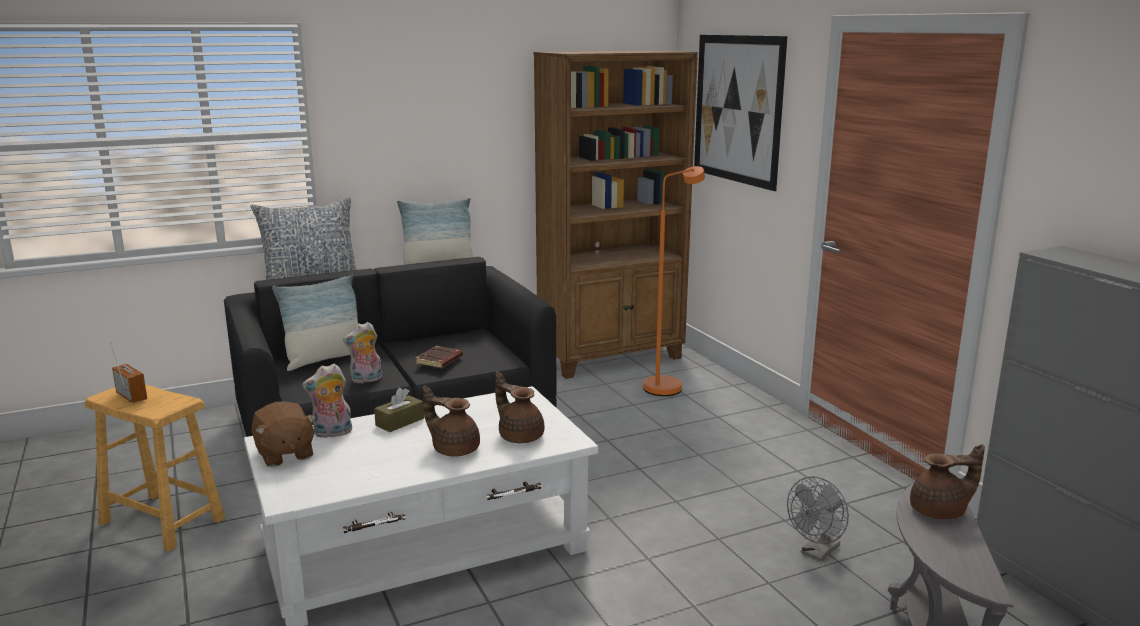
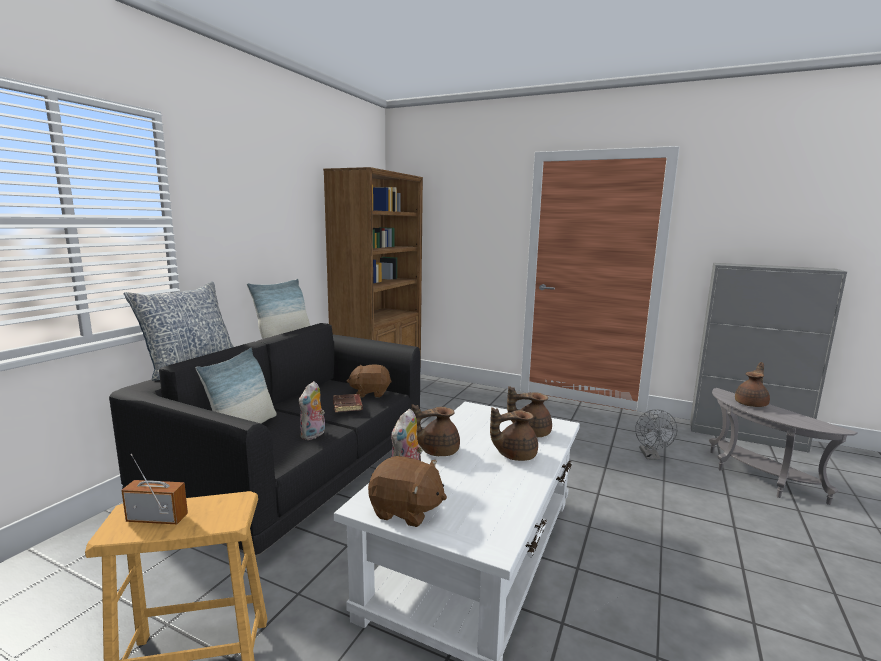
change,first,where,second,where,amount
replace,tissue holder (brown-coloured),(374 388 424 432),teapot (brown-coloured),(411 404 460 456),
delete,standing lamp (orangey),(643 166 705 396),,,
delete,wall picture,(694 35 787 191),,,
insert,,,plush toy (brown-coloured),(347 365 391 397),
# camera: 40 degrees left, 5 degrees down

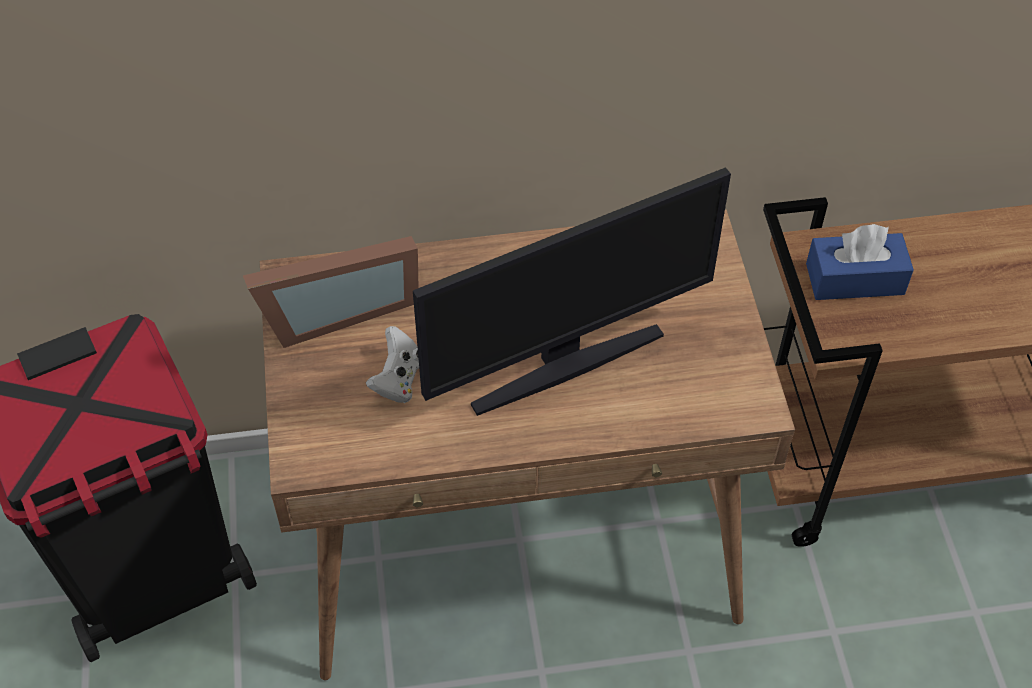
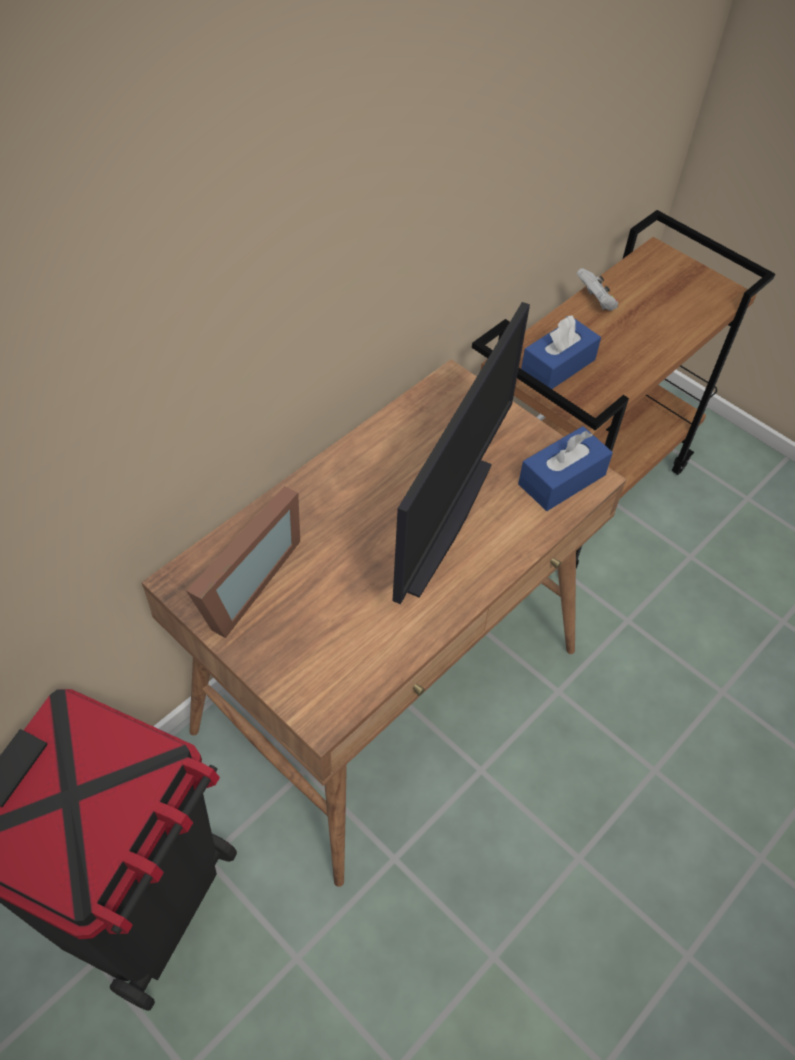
change,first,where,second,where,amount
move,game controller (whitish),(366 326 419 403),,(577 268 618 311),
insert,,,tissue holder (blue-coloured),(518 426 613 511),
# camera: 40 degrees left, 0 degrees up

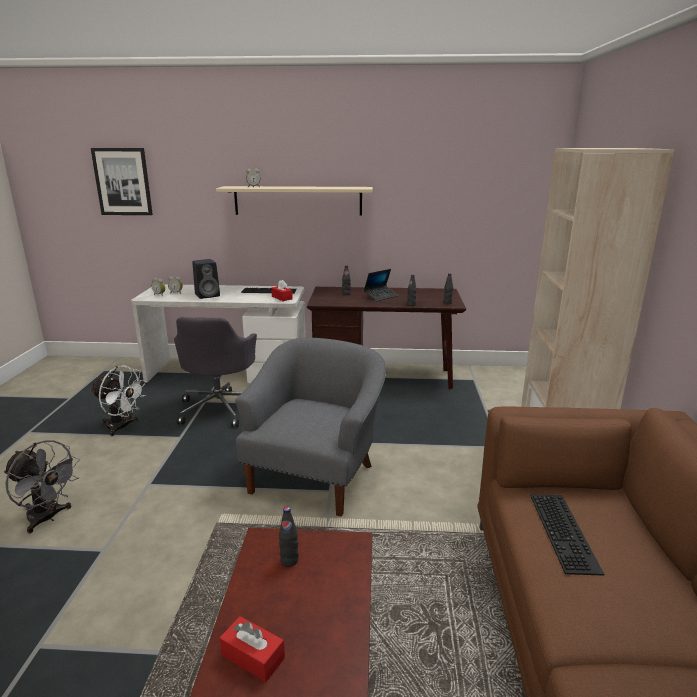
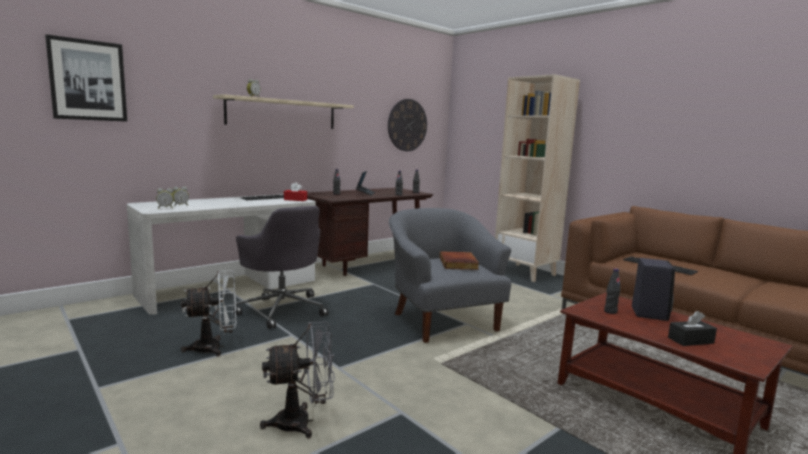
change,first,where,second,where,amount
move,audio speaker (black),(192 259 220 299),,(632 258 675 321),
recolor,tissue holder (red),(220 616 285 682),tissue holder (black),(668 311 717 346),
insert,,,hanging clock,(388 99 427 151),
insert,,,bound book,(440 251 479 270),
# camera: 45 degrees left, 10 degrees down

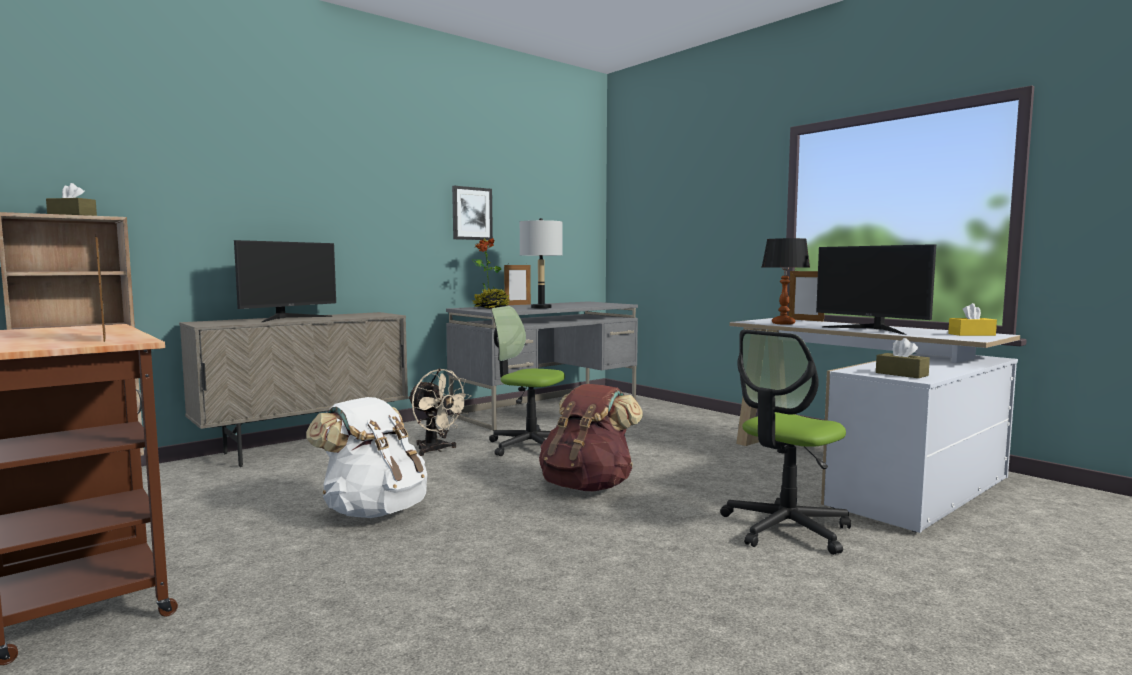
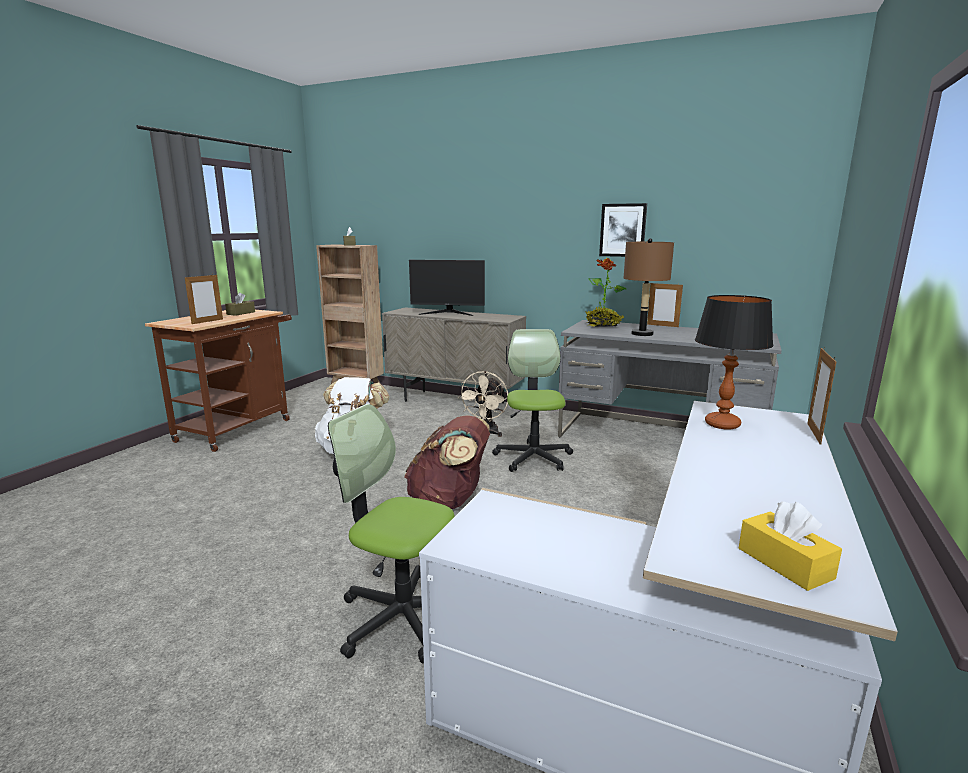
change,first,where,second,where,amount
recolor,tabletop lamp (grey),(520 218 562 309),tabletop lamp (brown-coloured),(624 238 674 336),
delete,computer screen,(816 244 936 335),,,
move,tissue holder (brown-coloured),(876 338 930 378),,(225 292 255 316),
# camera: 65 degrees right, 10 degrees up

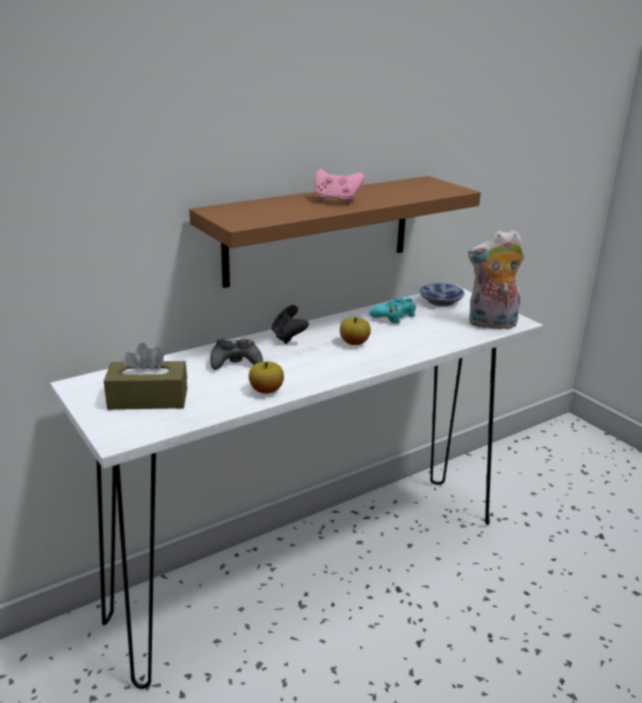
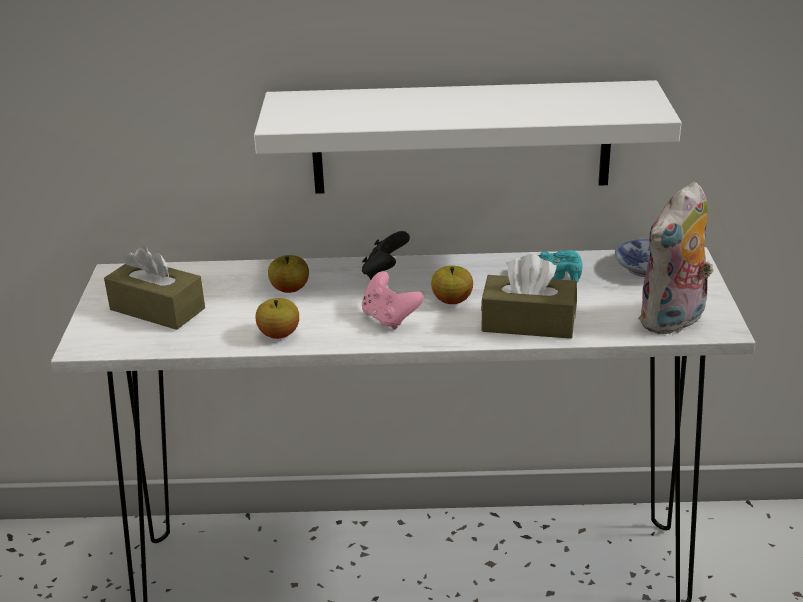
change,first,where,second,where,amount
recolor,wall shelf (brown-coloured),(189 176 481 288),wall shelf (whitish),(254 80 682 194),
replace,game controller (black),(210 338 263 370),apple,(268 255 309 293),
move,game controller (pinkish),(315 169 365 204),,(362 271 424 330),
rotate,plush toy,(468 230 525 329),,(638 181 719 335),75 degrees counterclockwise
insert,,,tissue holder (brown-coloured),(481 254 577 339),
# camera: 35 degrees right, 5 degrees up

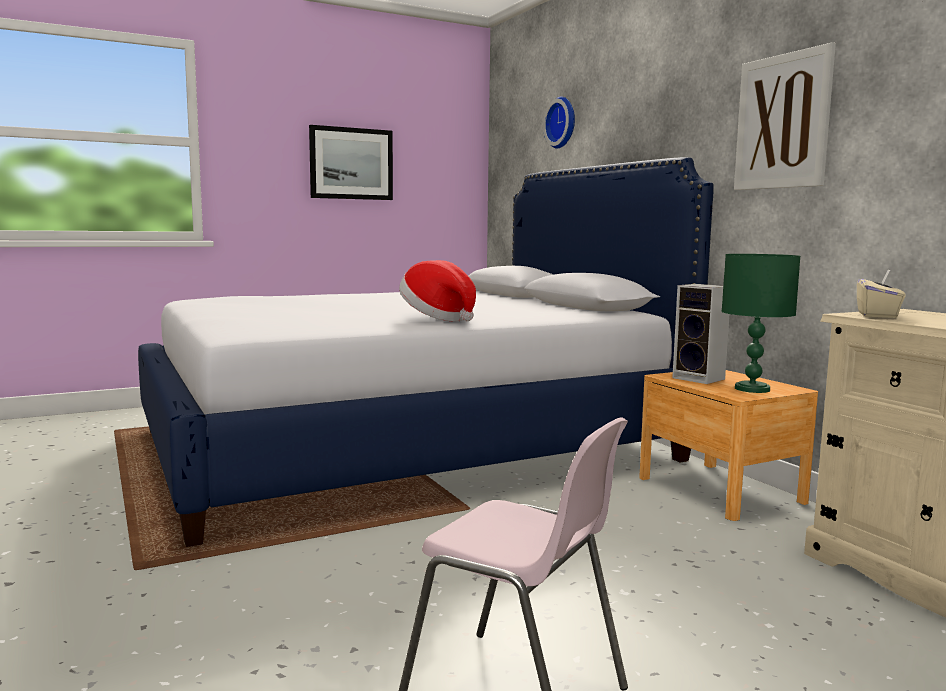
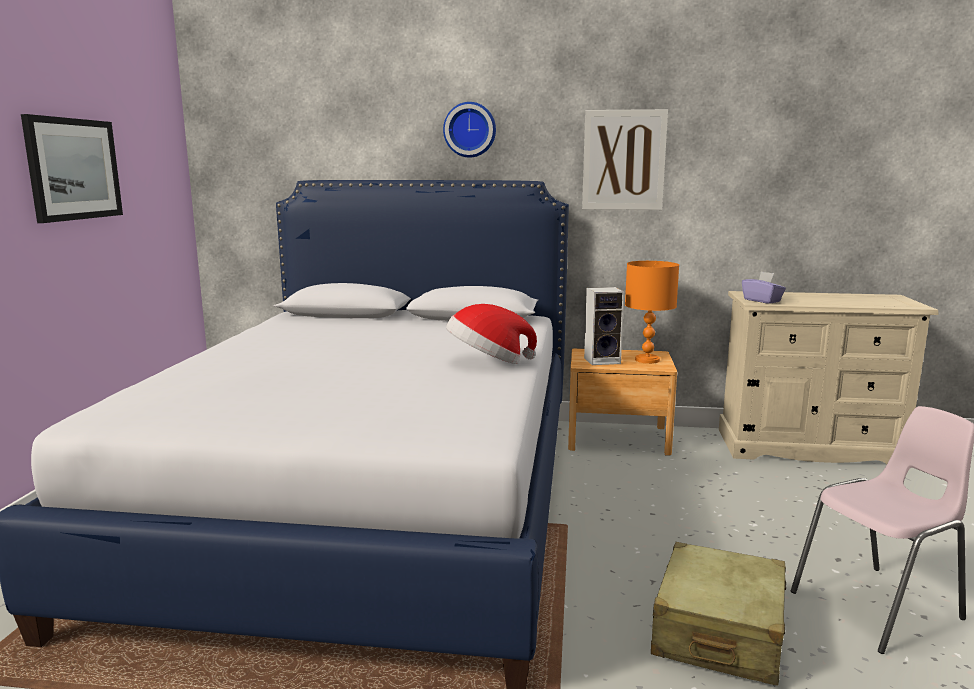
change,first,where,second,where,amount
move,hanging clock,(543 97 575 148),,(443 102 496 158),
recolor,tabletop lamp (greenish),(721 254 800 393),tabletop lamp (orangey),(625 261 679 364),
recolor,tissue holder (beige-coloured),(857 270 906 318),tissue holder (purplish),(742 271 786 304),
insert,,,suitcase (beige-coloured),(651 542 786 686),
# camera: 55 degrees left, 5 degrees up

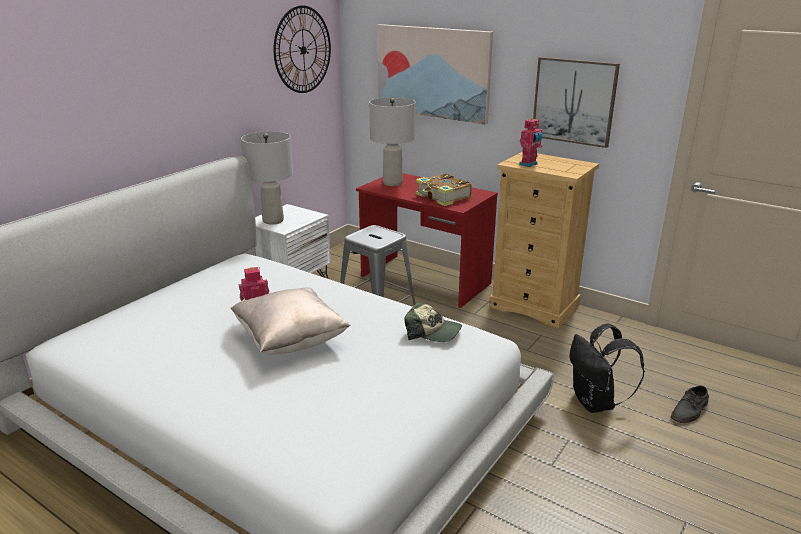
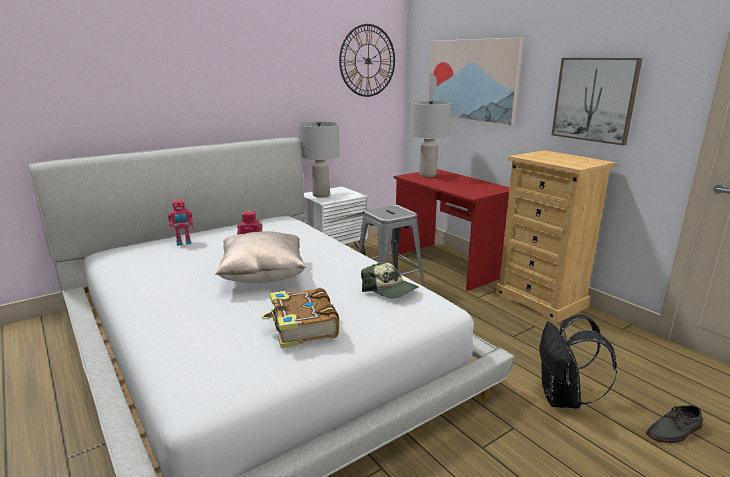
change,first,where,second,where,amount
move,bound book,(416 173 472 206),,(262 287 339 348),
move,robot figure,(519 117 543 167),,(168 199 193 246),
# camera: 20 degrees right, 5 degrees down

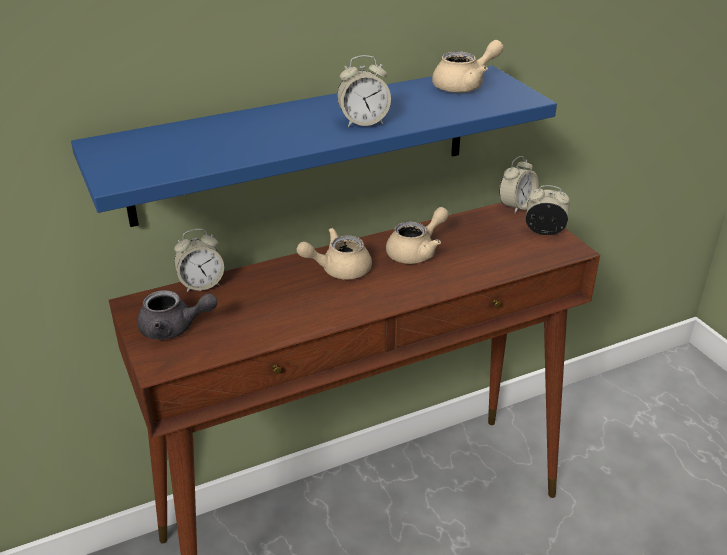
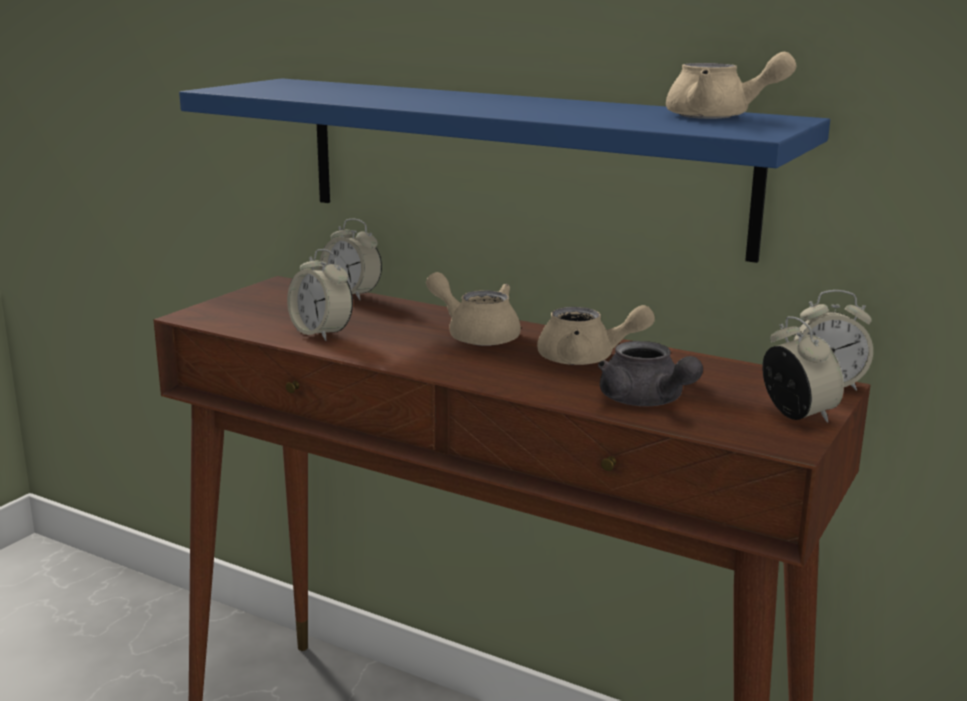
change,first,where,second,where,amount
move,teapot (grey),(137 290 217 340),,(598 341 703 406),
move,alarm clock,(337 55 391 127),,(287 249 353 341),
# camera: 55 degrees right, 15 degrees down

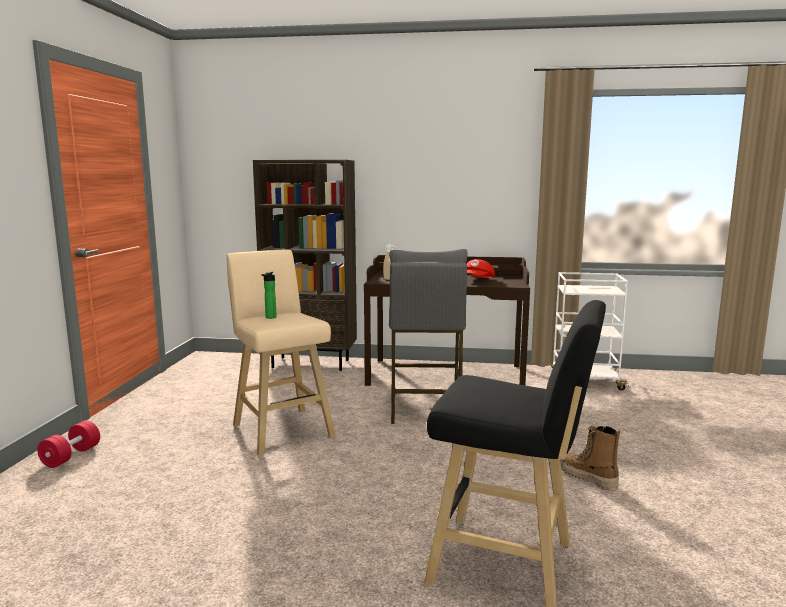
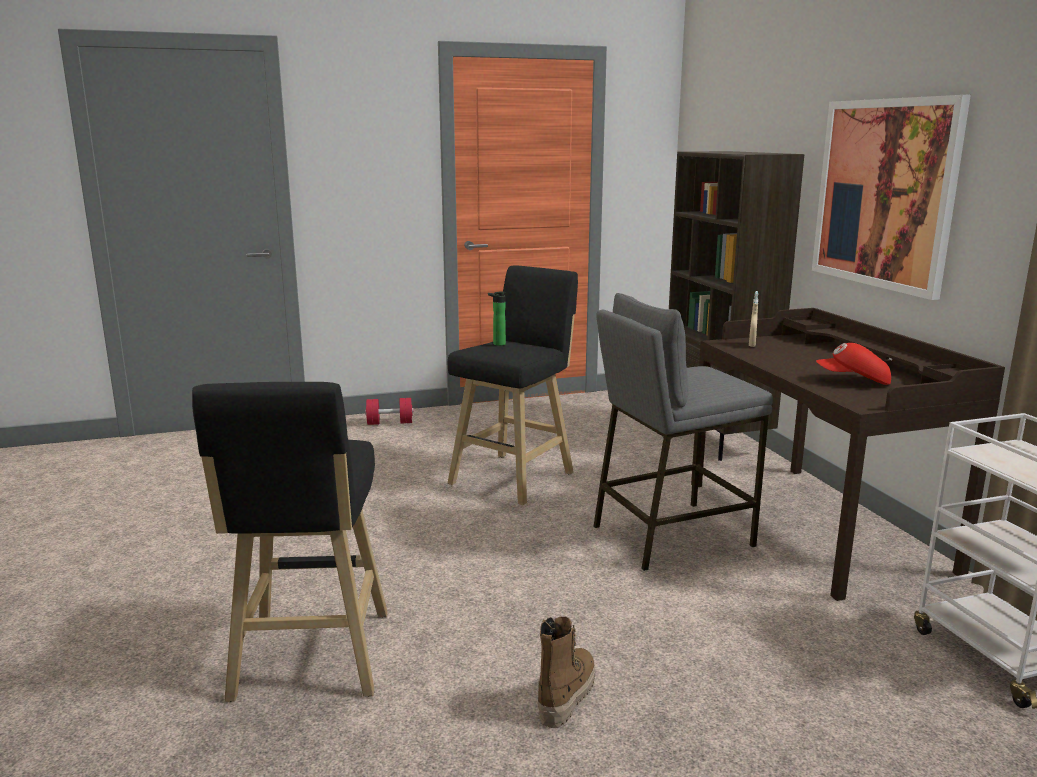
change,first,where,second,where,amount
recolor,stool seat (beige-coloured),(227 249 336 456),stool seat (black),(448 266 578 505),
insert,,,wall picture,(812 95 971 300),
# camera: 65 degrees right, 5 degrees up

